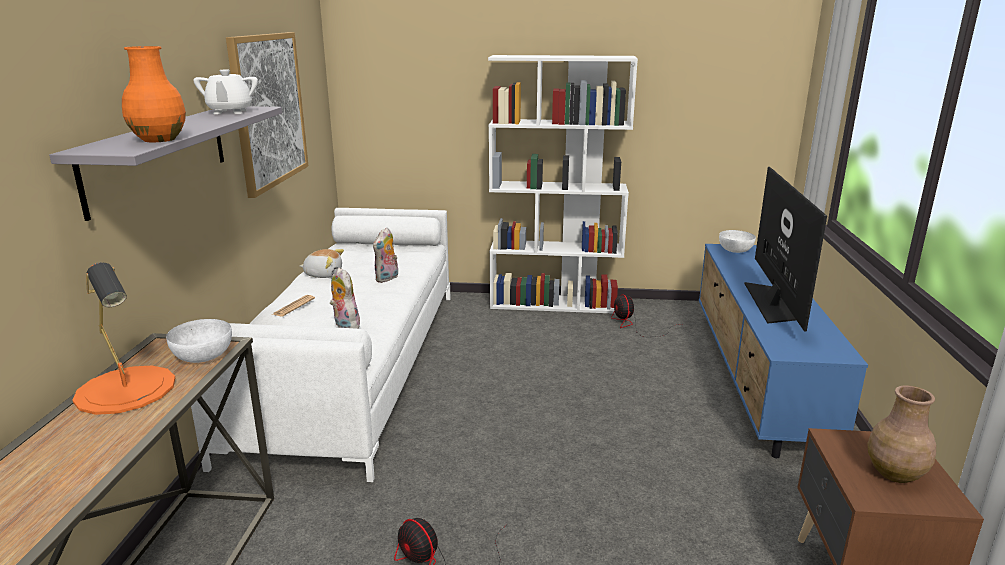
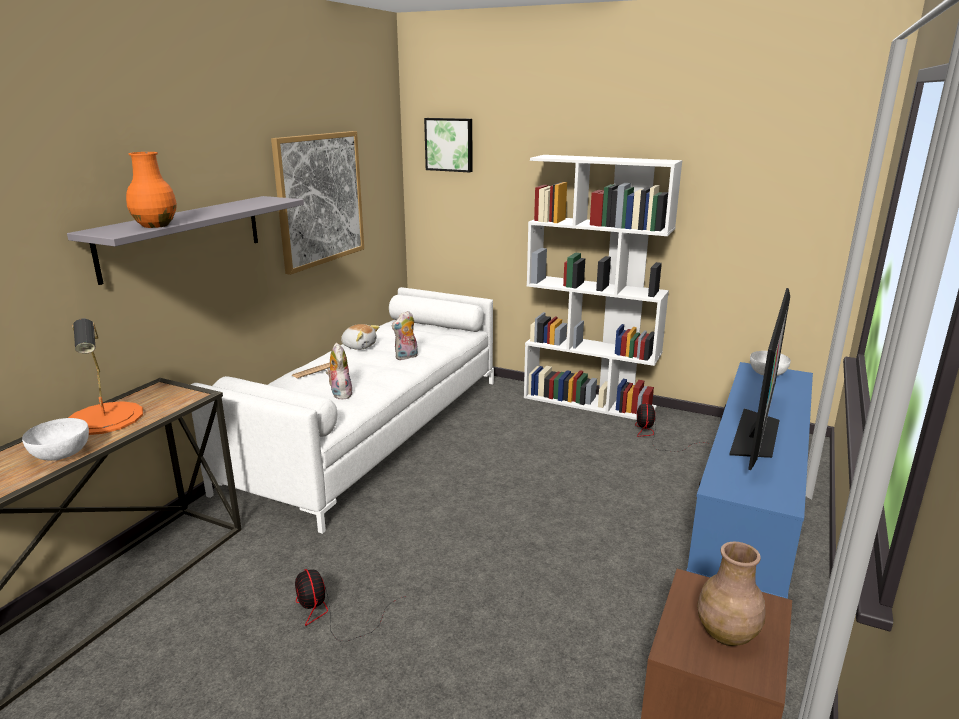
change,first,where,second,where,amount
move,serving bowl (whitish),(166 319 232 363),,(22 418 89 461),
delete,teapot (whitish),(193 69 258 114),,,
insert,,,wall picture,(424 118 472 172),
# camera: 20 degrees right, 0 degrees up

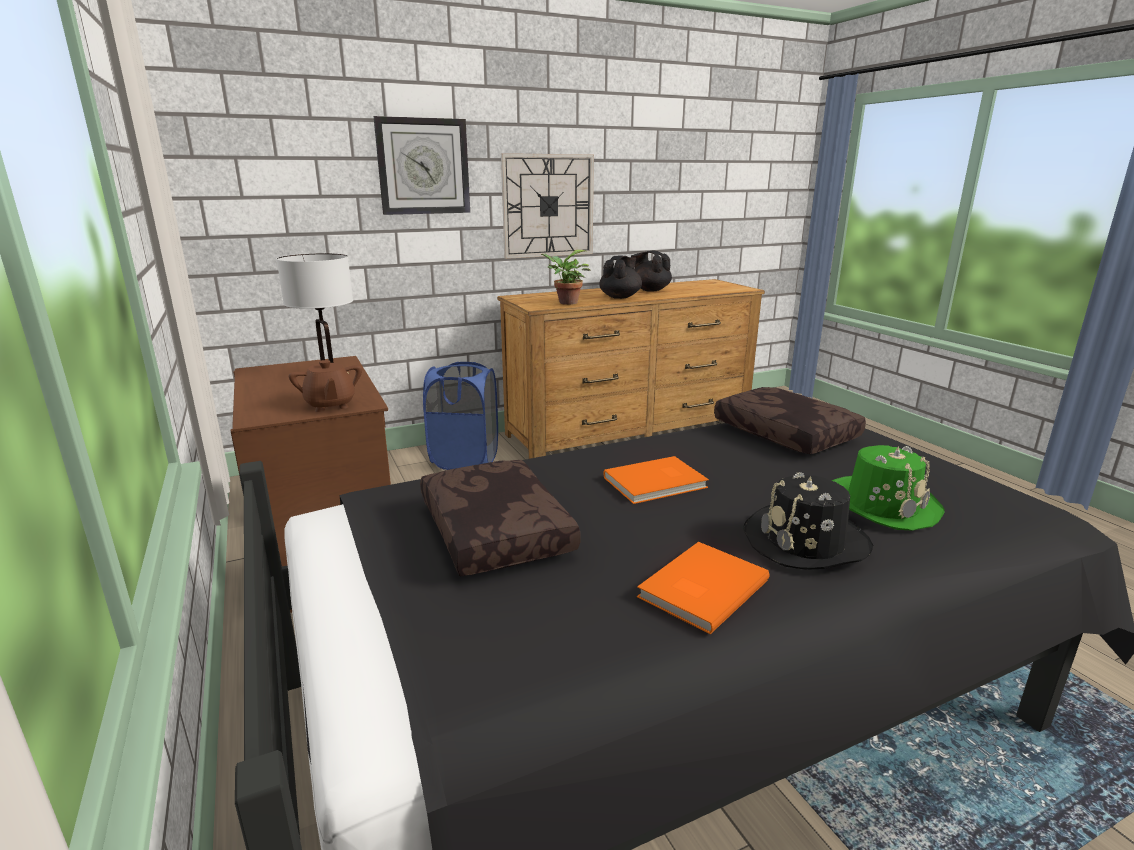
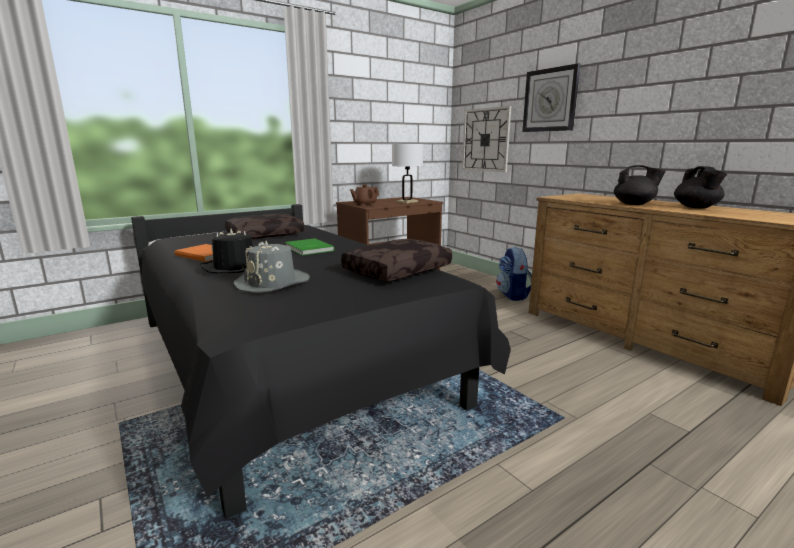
change,first,where,second,where,amount
replace,hamper (blue-coloured),(423 362 498 470),backpack,(496 247 532 301),
move,hanging clock,(501 153 594 259),,(462 106 511 172),
delete,houseplant,(541 250 591 305),,,
recolor,bound book (orangey),(603 456 709 504),bound book (greenish),(285 238 335 256),
rotate,teapot (black),(631 251 672 292),,(674 166 727 209),150 degrees clockwise
recolor,clothing hat (greenish),(831 445 945 530),clothing hat (grey),(233 241 310 293),
# camera: 80 degrees right, 5 degrees down

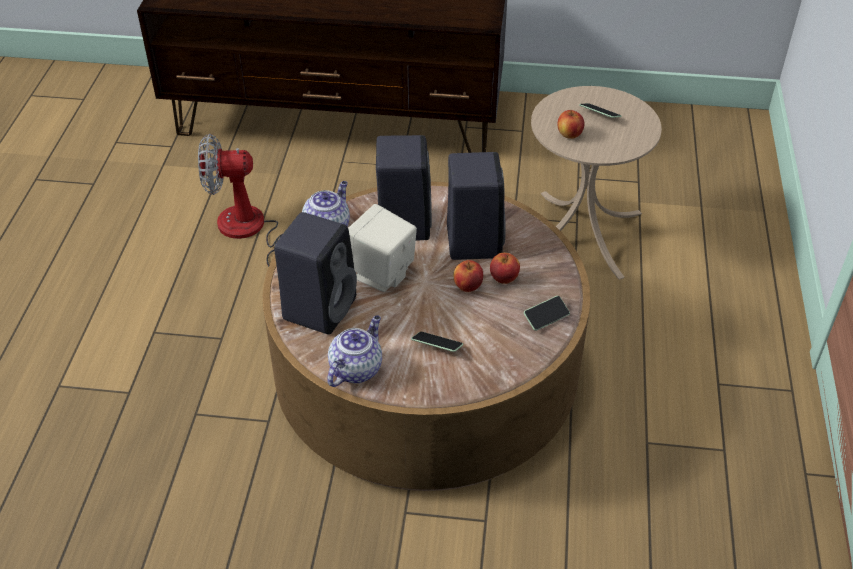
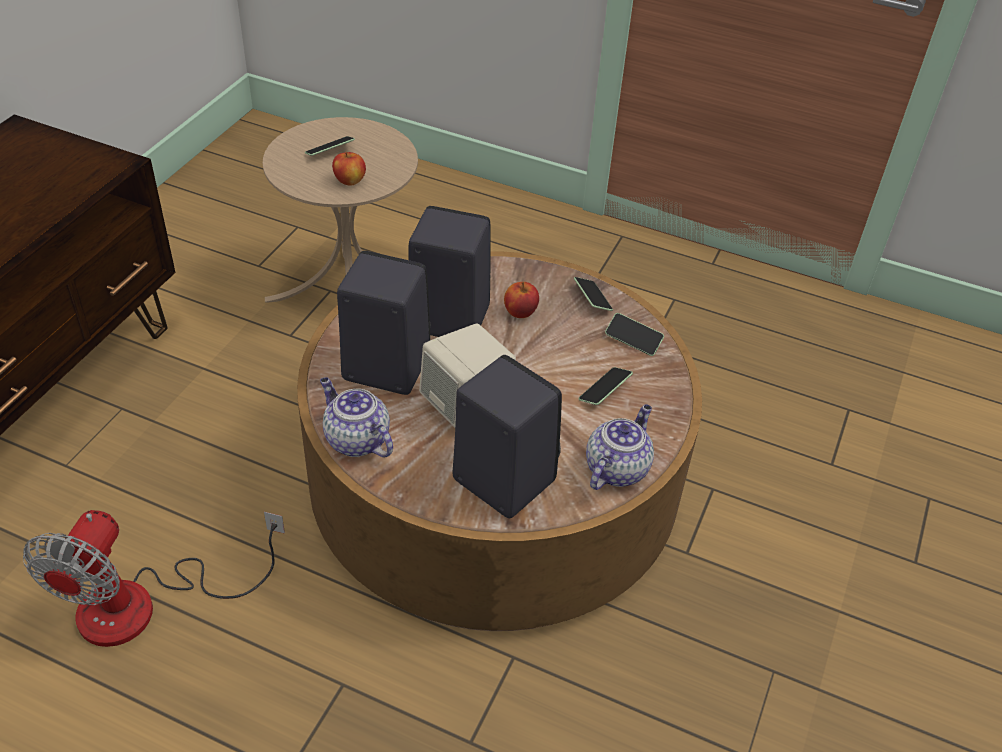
change,first,where,second,where,amount
rotate,teapot,(327 315 382 387),,(586 404 654 490),75 degrees clockwise
delete,apple,(453 260 483 292),,,
insert,,,telephone,(605 313 664 356),
# camera: 75 degrees left, 0 degrees up

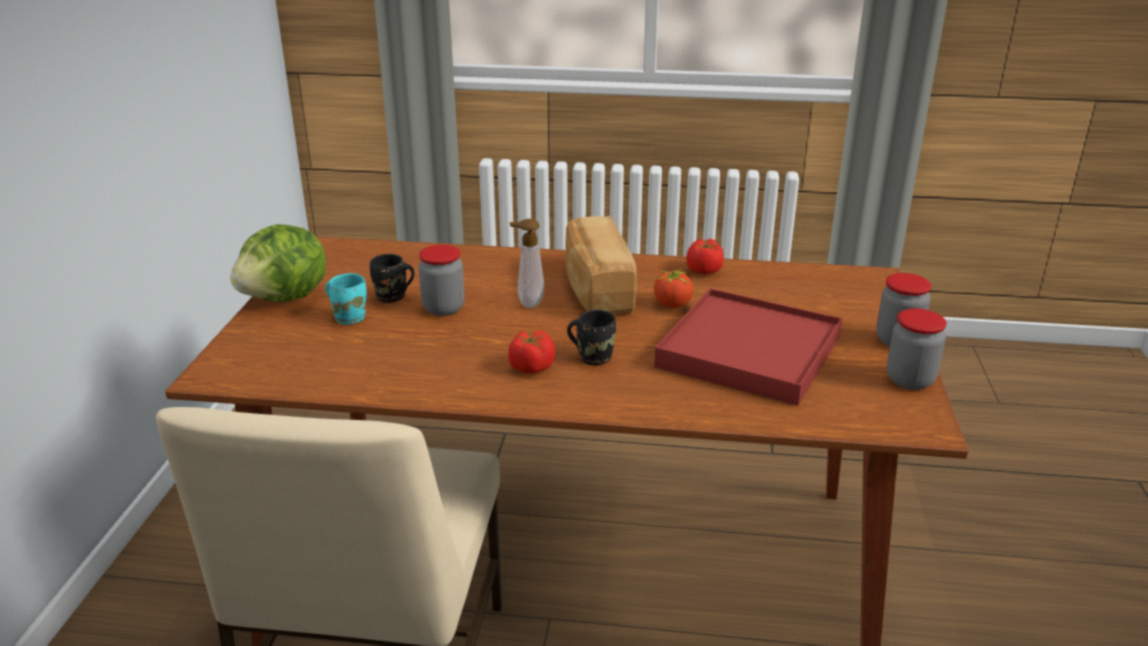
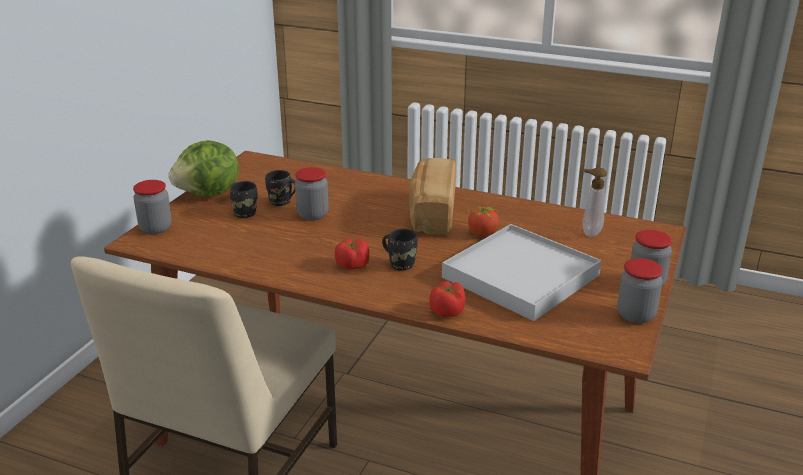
change,first,where,second,where,amount
recolor,mug (turquoise-coloured),(325 273 367 325),mug (black),(230 181 258 218),
move,liquid soap bottle,(509 219 544 308),,(582 168 607 237),
recolor,carrying tray (red),(654 288 842 406),carrying tray (whitish),(442 224 601 321),
move,whole tomato,(687 239 724 275),,(429 281 466 317),
insert,,,preserve jar,(133 180 172 234),
# camera: 15 degrees right, 0 degrees up

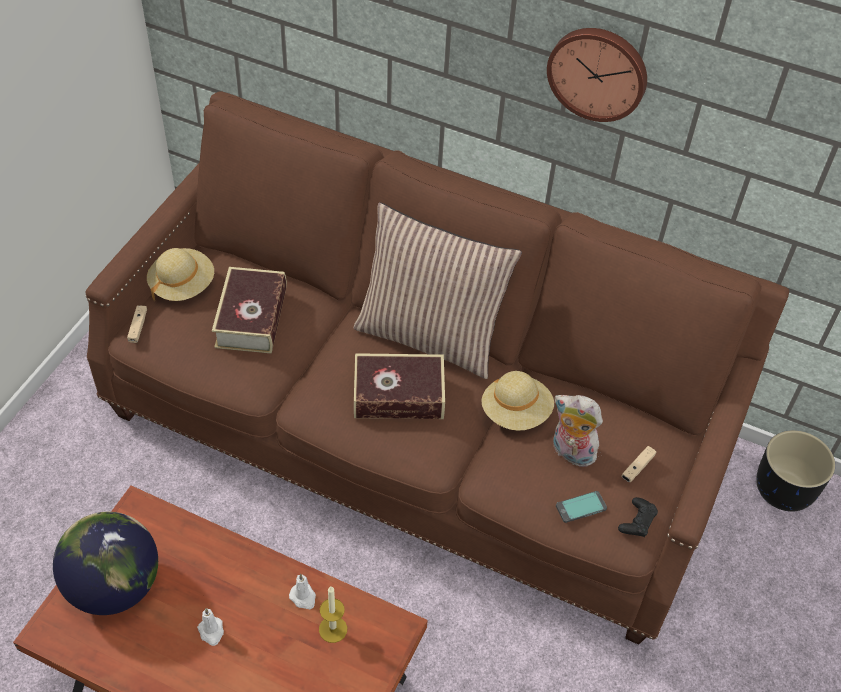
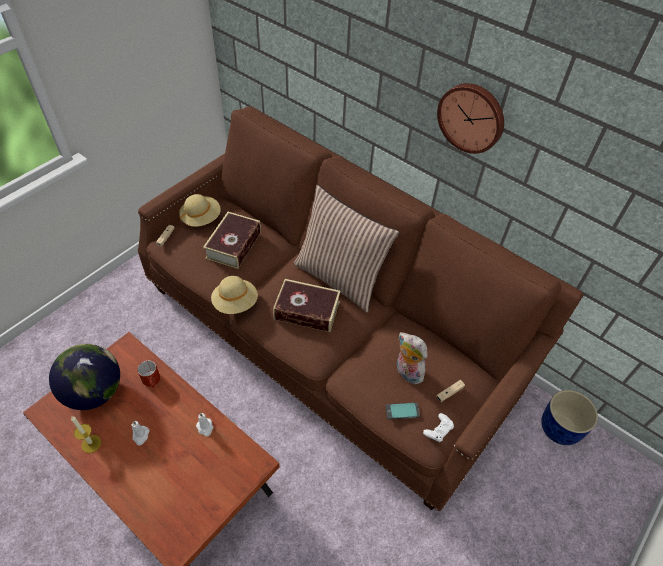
change,first,where,second,where,amount
move,candle,(319 587 347 643),,(71 417 101 453),
move,clothing hat (beige-coloured),(481 371 554 431),,(211 276 258 314),
recolor,game controller (black),(618 497 658 537),game controller (whitish),(423 413 454 442),
recolor,planter (black),(756 430 835 512),planter (blue-coloured),(541 390 598 445),
insert,,,mug (red),(137 360 160 388),
# camera: 15 degrees right, 0 degrees up

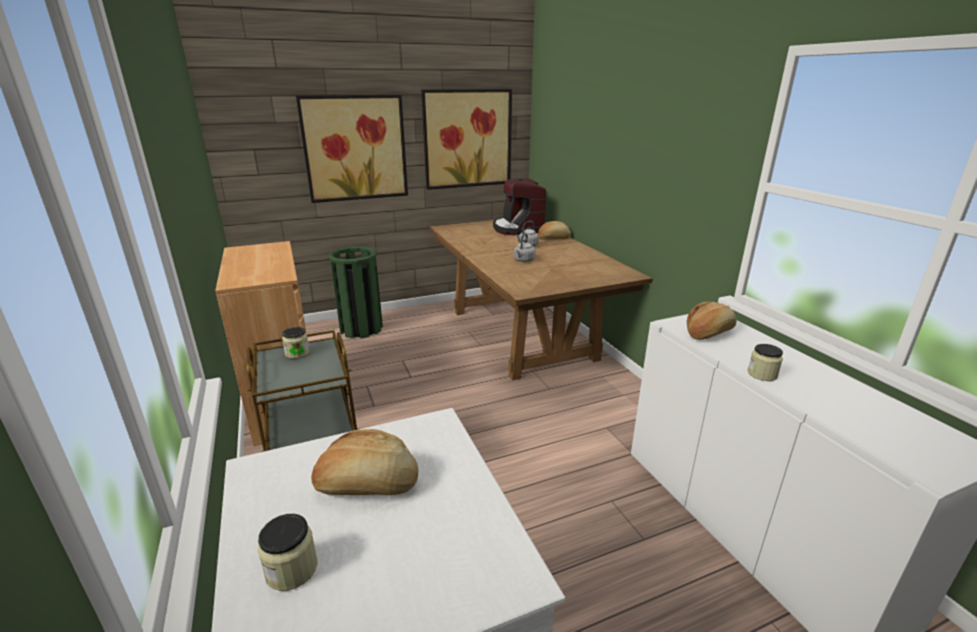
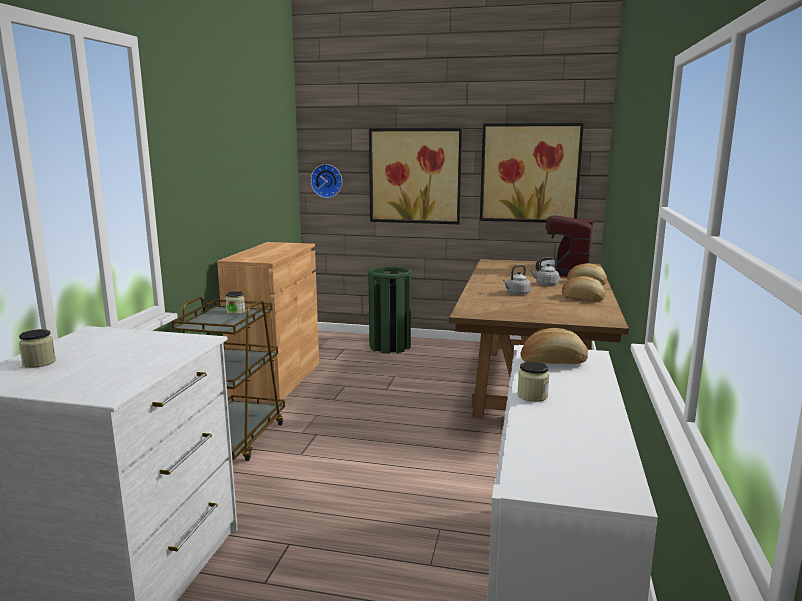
change,first,where,second,where,amount
move,baked bread,(311 429 418 495),,(562 276 605 301),
insert,,,hanging clock,(311 164 342 198),
# camera: 35 degrees right, 10 degrees down

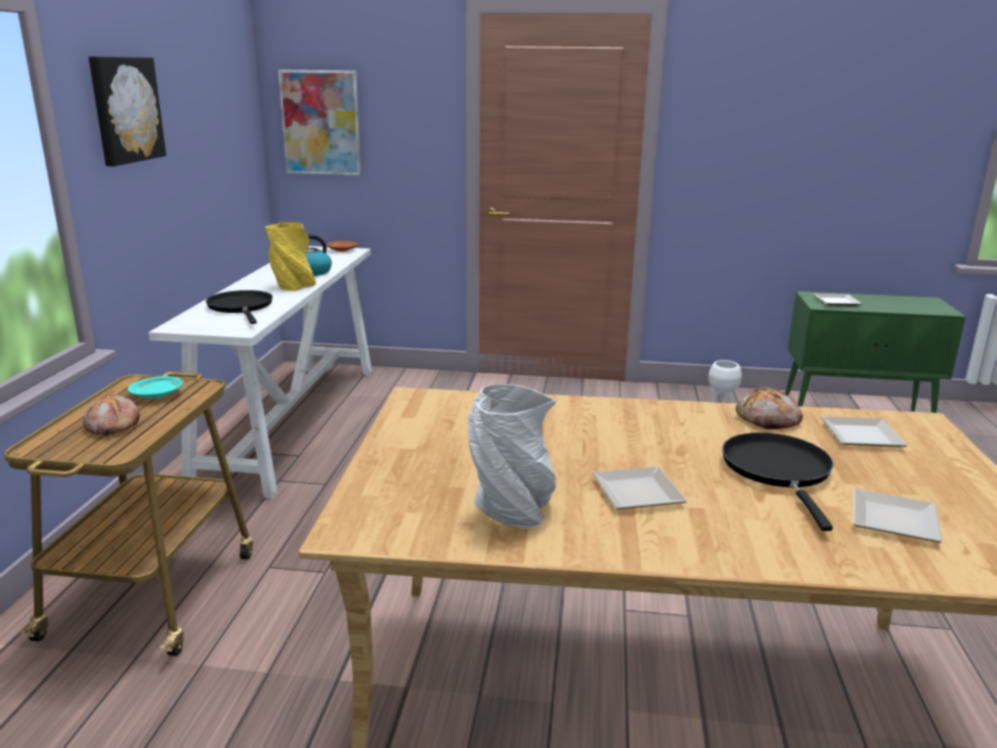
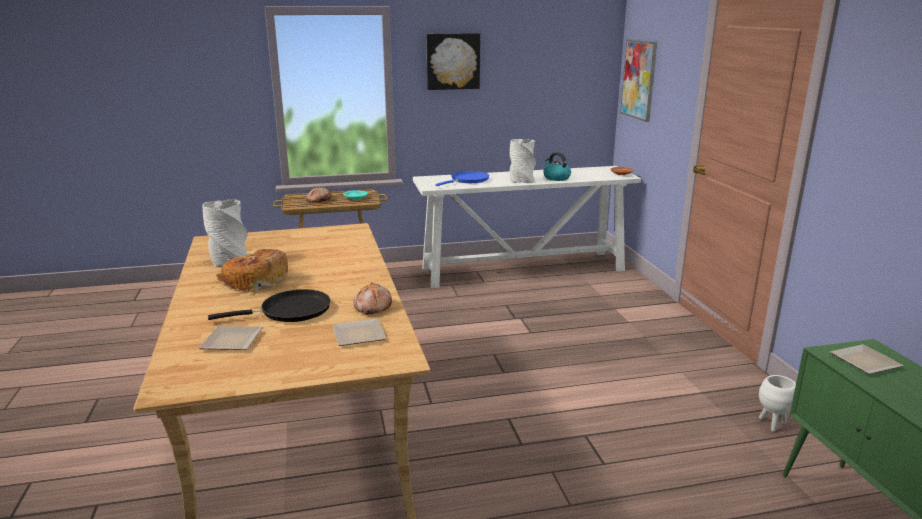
change,first,where,second,where,amount
recolor,frying pan (black),(206 290 273 324),frying pan (blue-coloured),(435 171 489 186),
recolor,flower vase (yellow),(265 222 316 291),flower vase (grey),(510 139 536 183),
replace,dinner plate,(592 467 687 509),baked bread,(216 249 288 293),
# camera: 70 degrees right, 0 degrees up

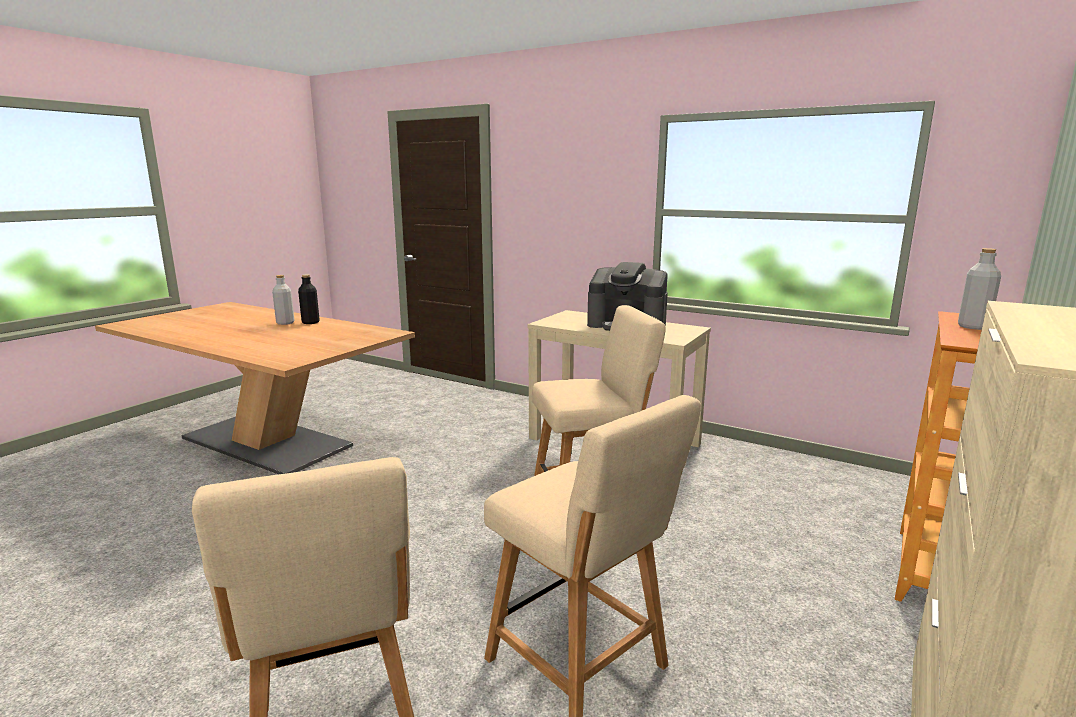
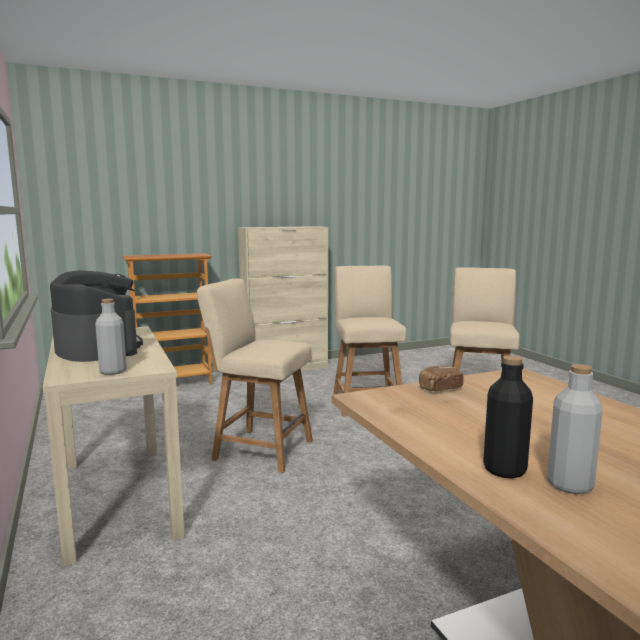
change,first,where,second,where,amount
move,beverage bottle (grey),(958 248 1001 330),,(95 299 127 375),
insert,,,baked bread,(419 365 464 391),
# camera: 145 degrees left, 5 degrees down

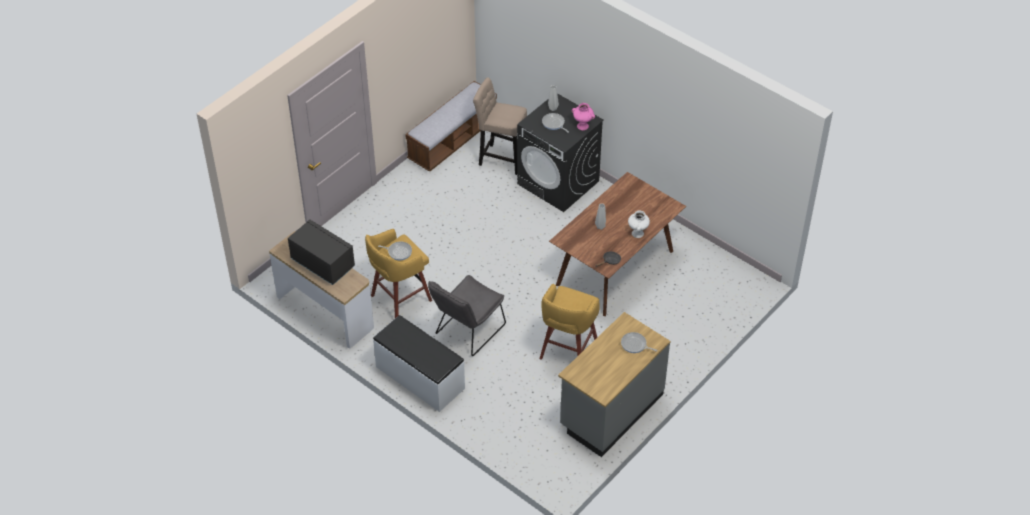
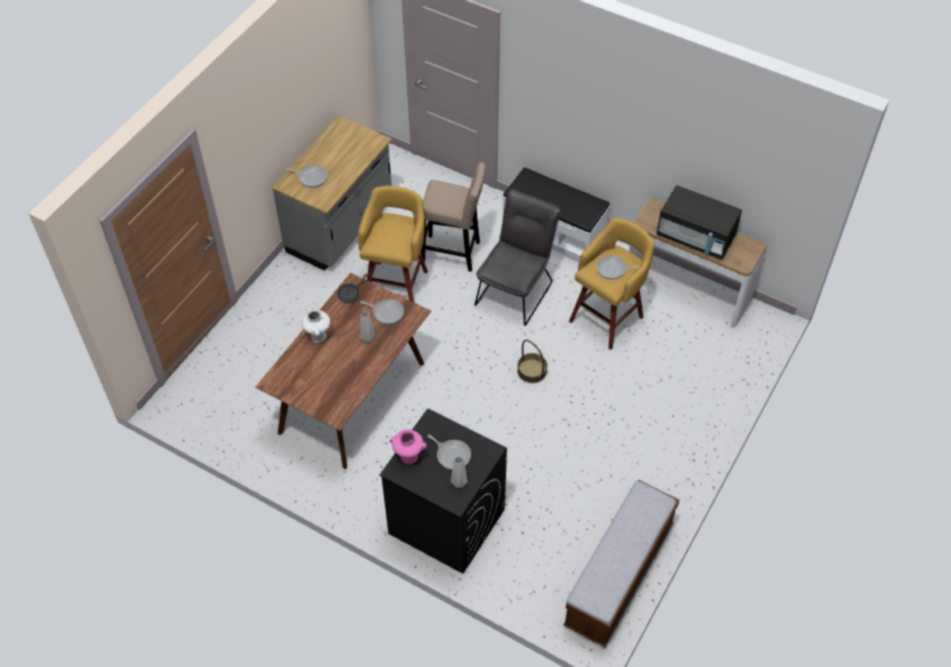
change,first,where,second,where,amount
move,stool seat (beige-coloured),(473 77 527 175),,(421 162 485 272),
insert,,,frying pan,(360 299 404 325),
insert,,,household basket,(517 340 547 383),
# camera: 170 degrees right, 5 degrees up

